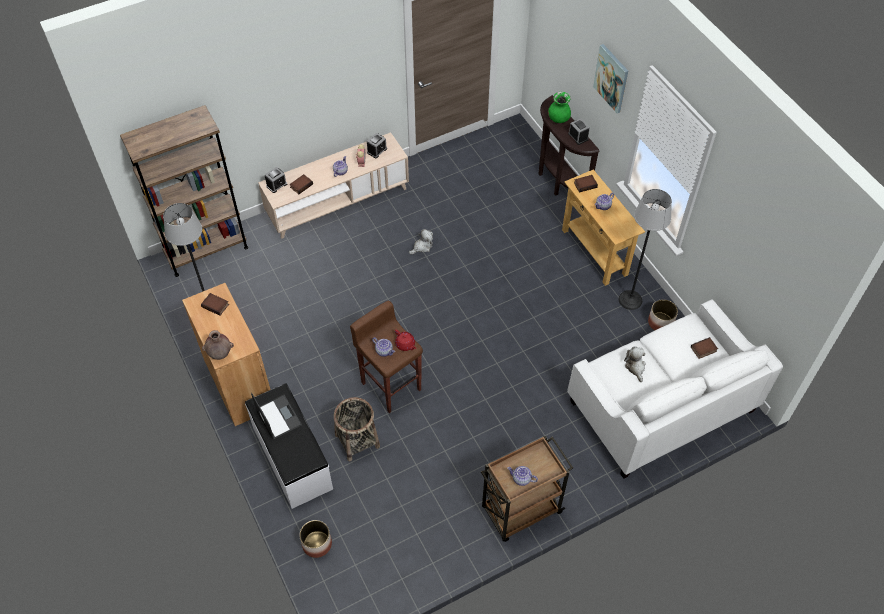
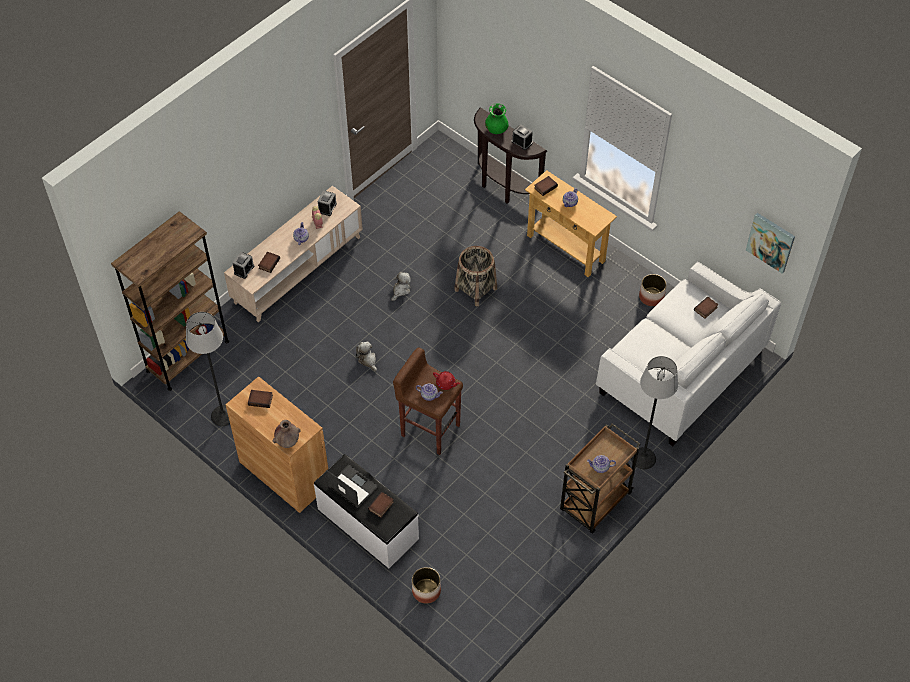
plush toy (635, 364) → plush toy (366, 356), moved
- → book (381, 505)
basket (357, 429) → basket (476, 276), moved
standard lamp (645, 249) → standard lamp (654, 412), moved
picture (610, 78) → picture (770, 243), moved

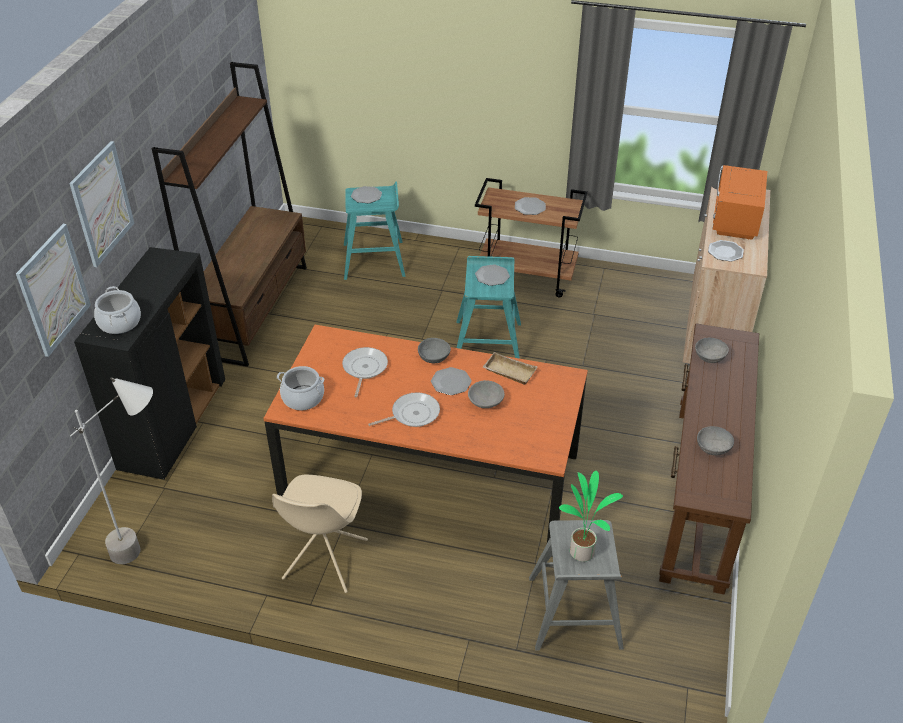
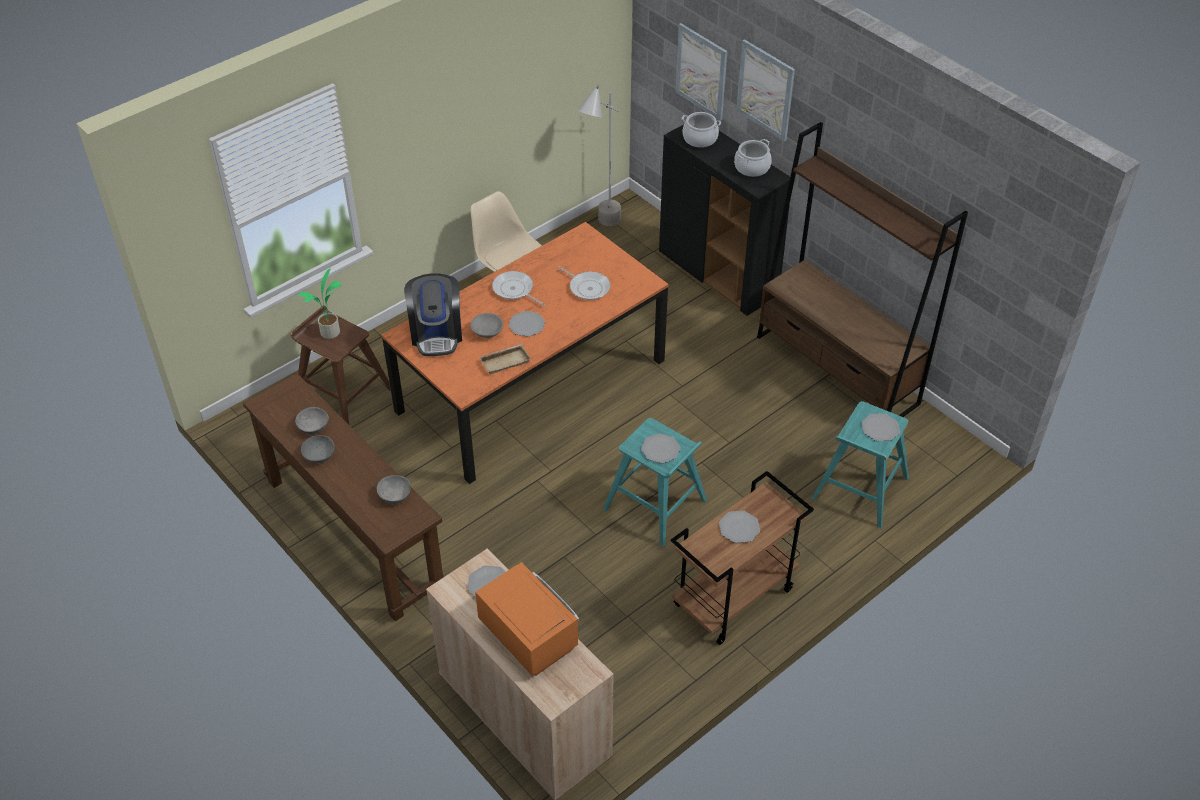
greyish sitting stool (576, 585) → brown-coloured sitting stool (341, 364)
greyish serving bowl (434, 350) → greyish serving bowl (317, 449), moved
- → coffee maker (433, 314)
pan (404, 409) → pan (518, 288), 120 degrees clockwise
stockpot (300, 388) → stockpot (753, 158), moved

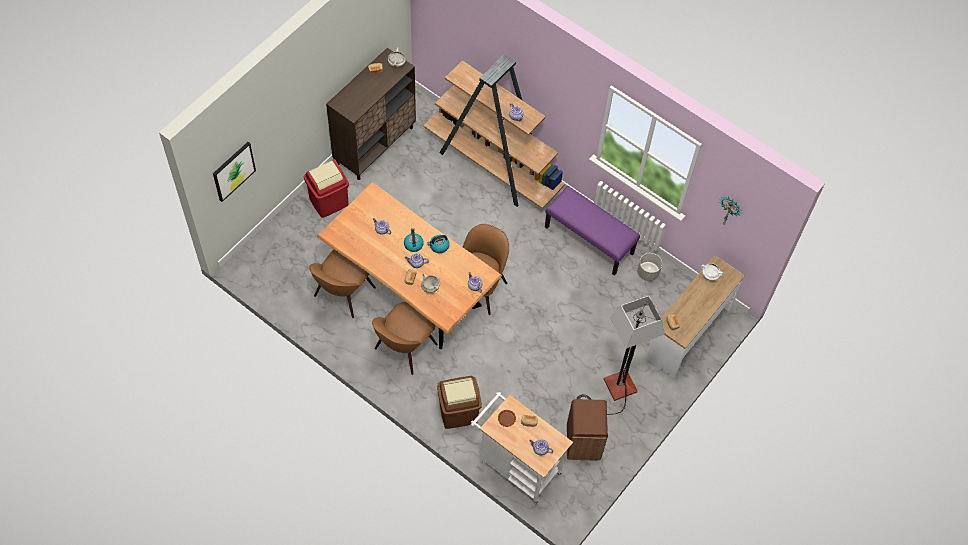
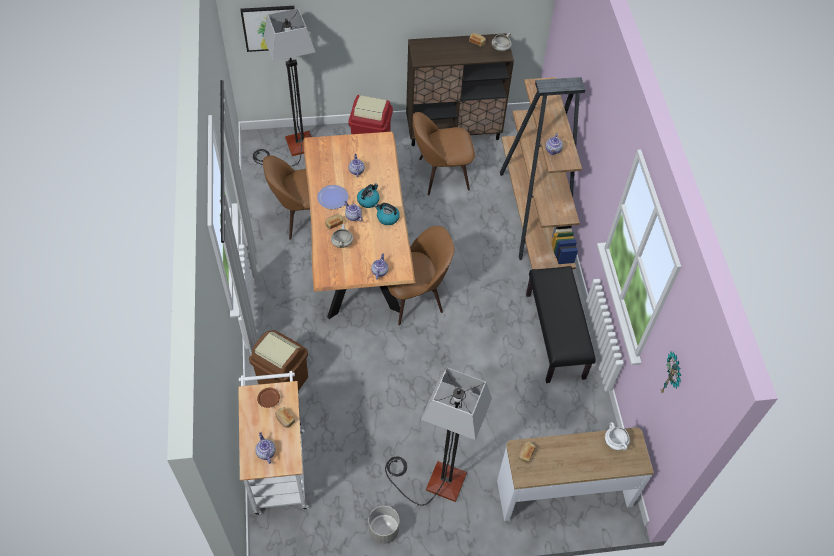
- → standard lamp (284, 87)
- → dinner plate (333, 197)
greyish planter (649, 267) → greyish planter (383, 525), moved
brown-coloured plain chair (405, 338) → brown-coloured plain chair (444, 153), moved
purple-coloured bench (592, 231) → black-coloured bench (561, 324)
brown-coloured rubbish bin (587, 429) → -

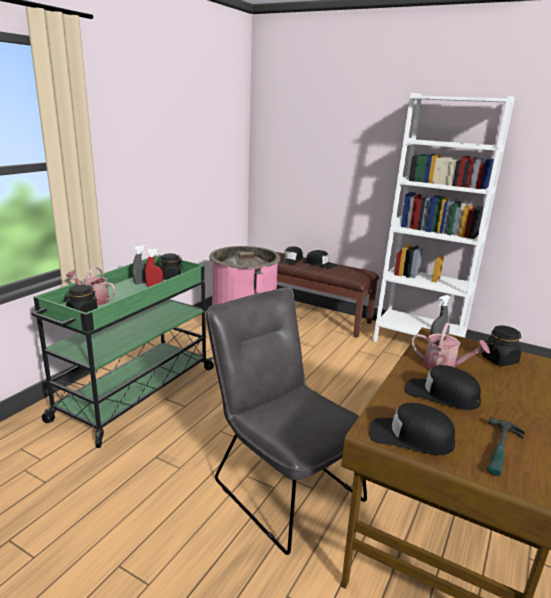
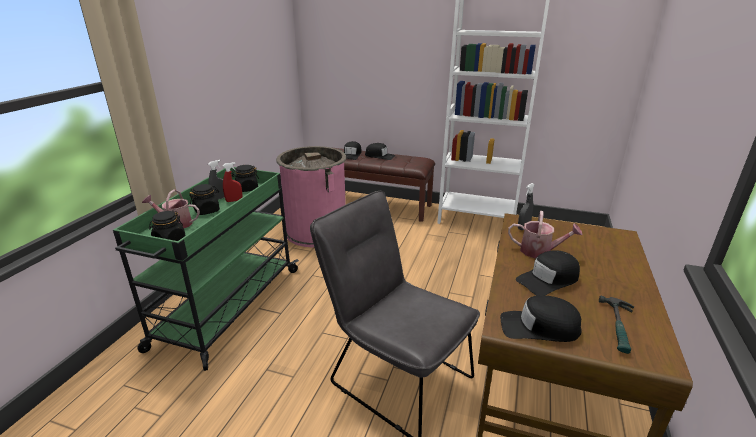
black-coloured jar (501, 345) → black-coloured jar (204, 199), moved
black-coloured cap (443, 387) → black-coloured cap (548, 273), 45 degrees counterclockwise

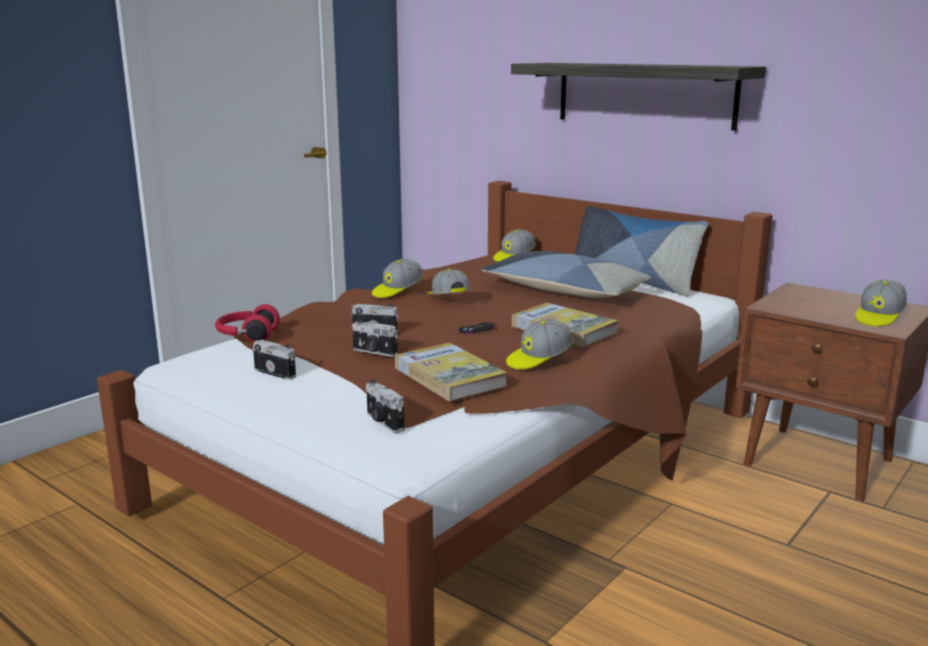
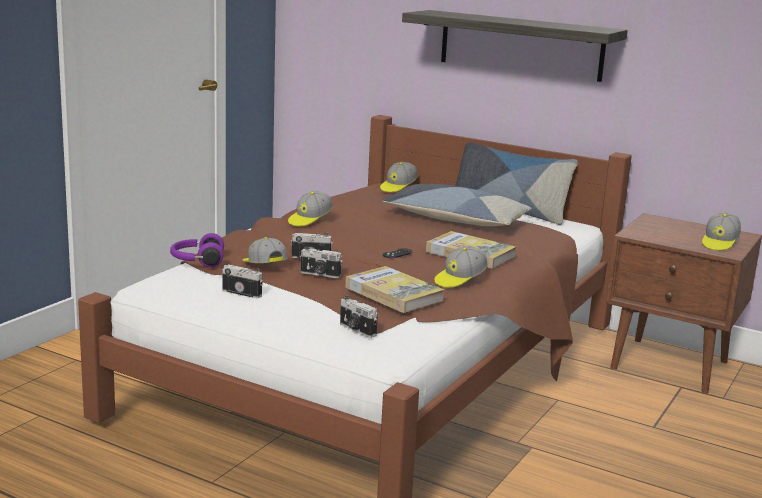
red pair of headphones (247, 323) → purple-coloured pair of headphones (197, 250)
cap (448, 281) → cap (265, 250), moved

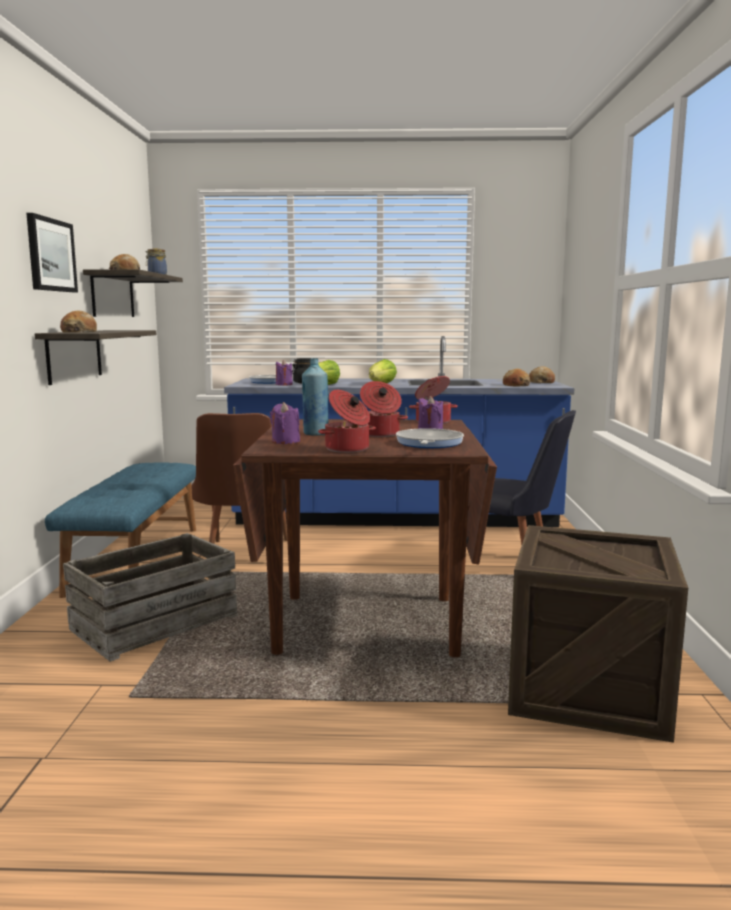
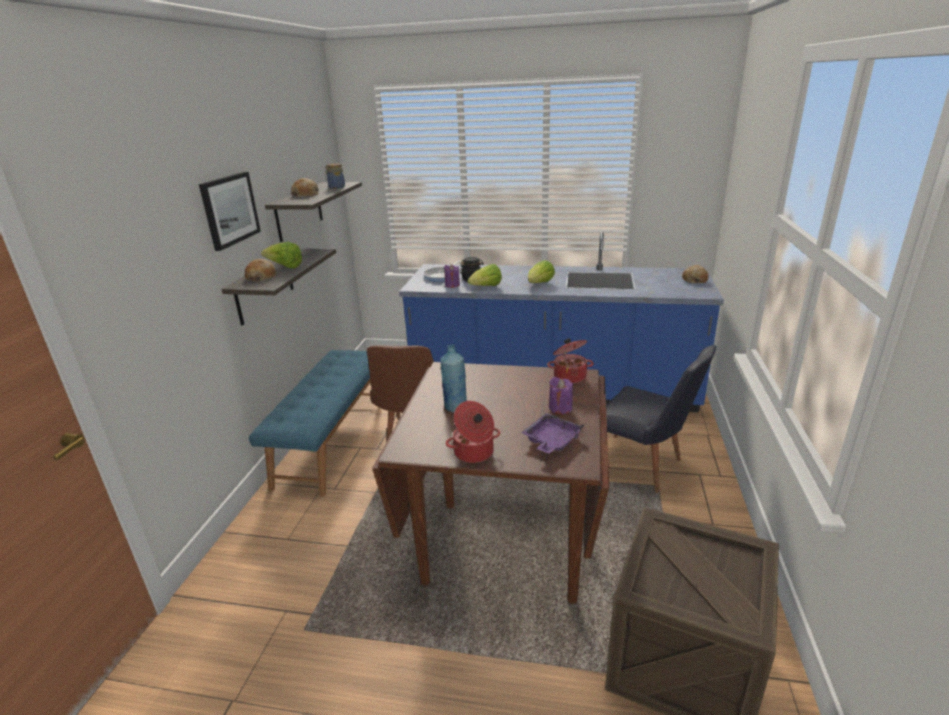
- → lettuce head (281, 255)
pan (430, 438) → purple-coloured carrying tray (553, 433)
packing crate (150, 597) → -
purple-coloured candle (285, 423) → -
stockpot (384, 409) → -
bakery bread (516, 377) → -

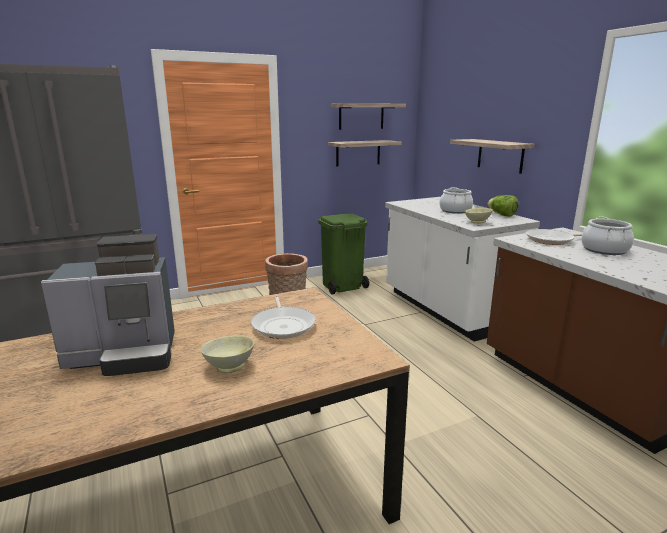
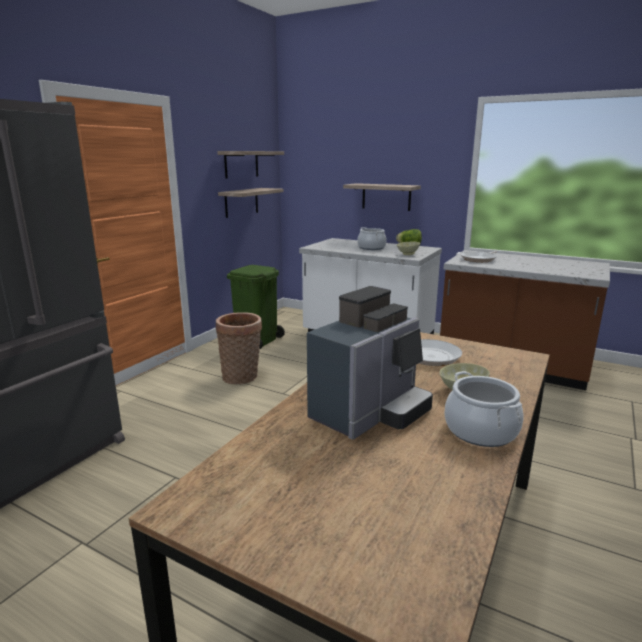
stockpot (608, 236) → stockpot (484, 409), moved

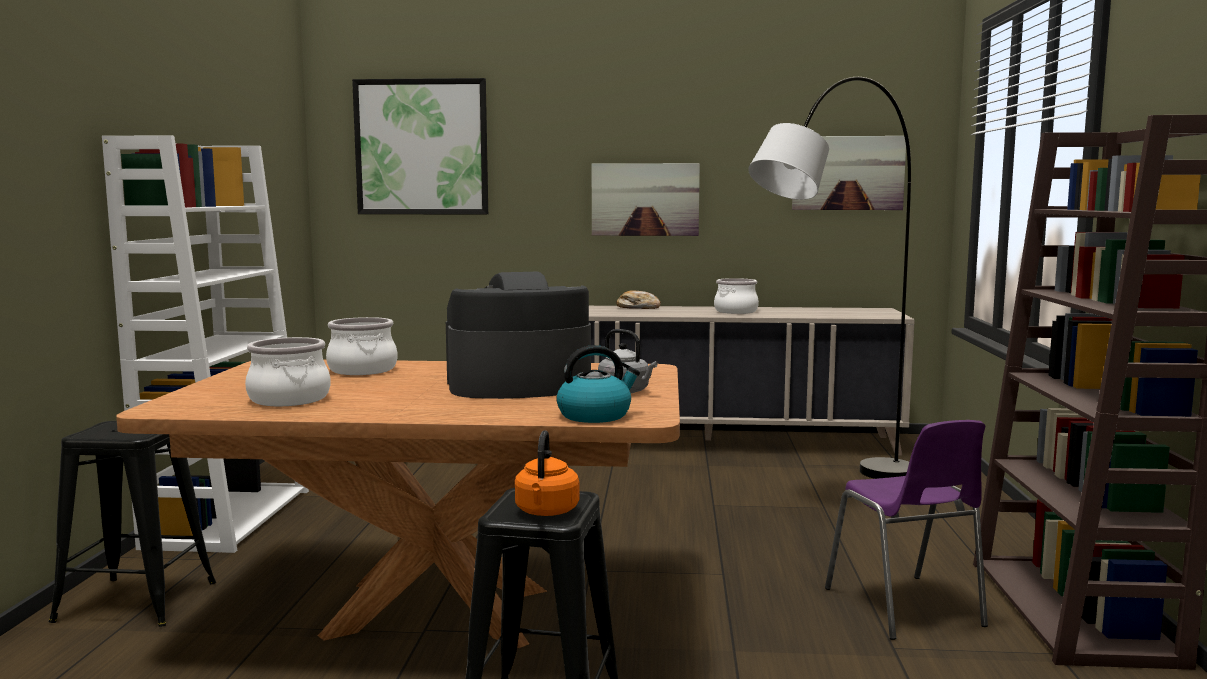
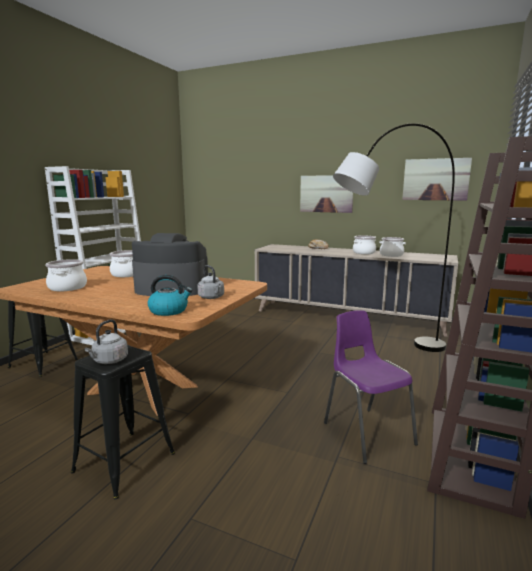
orange tea kettle (547, 473) → greyish tea kettle (106, 341)
purple-coloured plain chair (906, 530) → purple-coloured plain chair (371, 387), 150 degrees clockwise
- → stockpot (392, 247)
picture (420, 146) → -

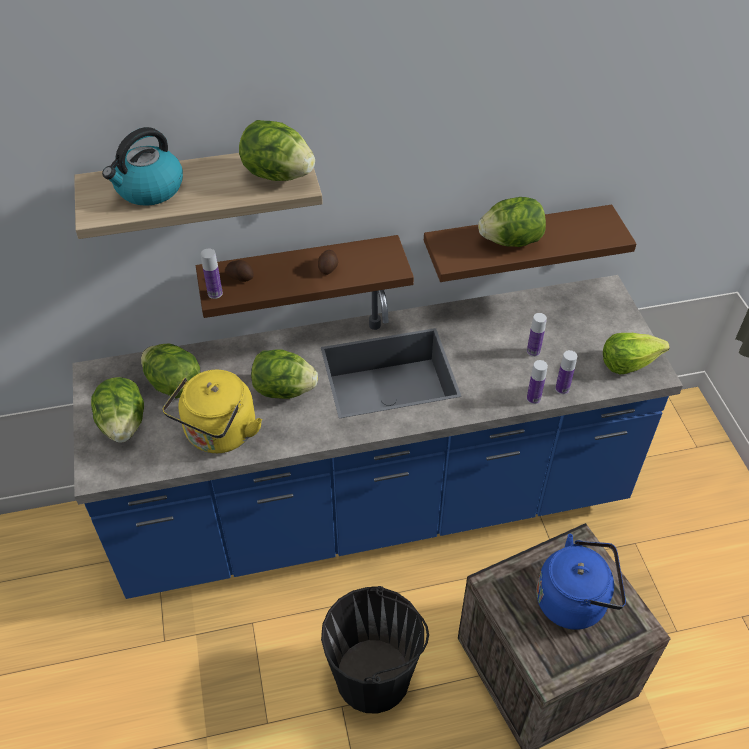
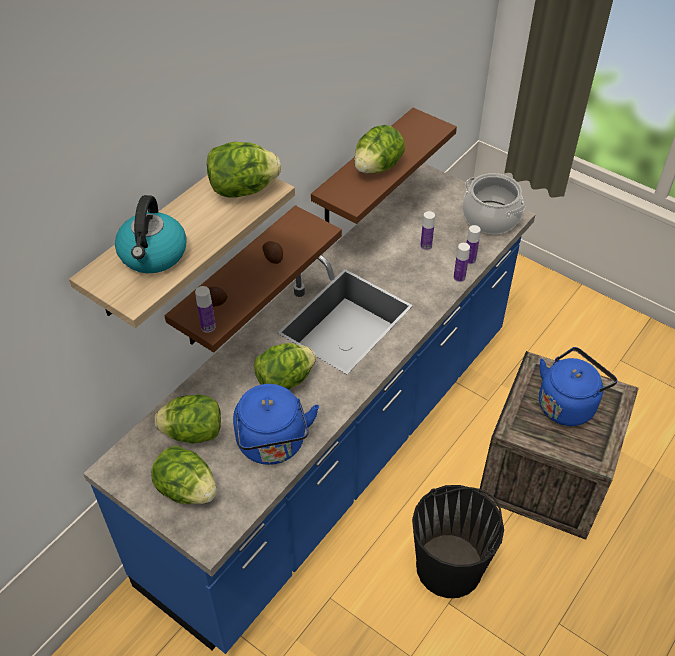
yellow-coloured tea kettle (212, 411) → blue tea kettle (276, 424)
lettuce head (636, 354) → stockpot (493, 203)

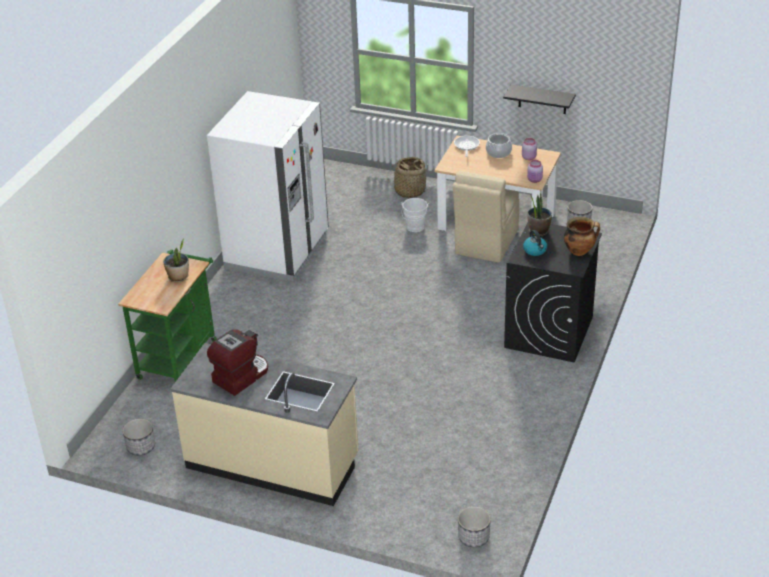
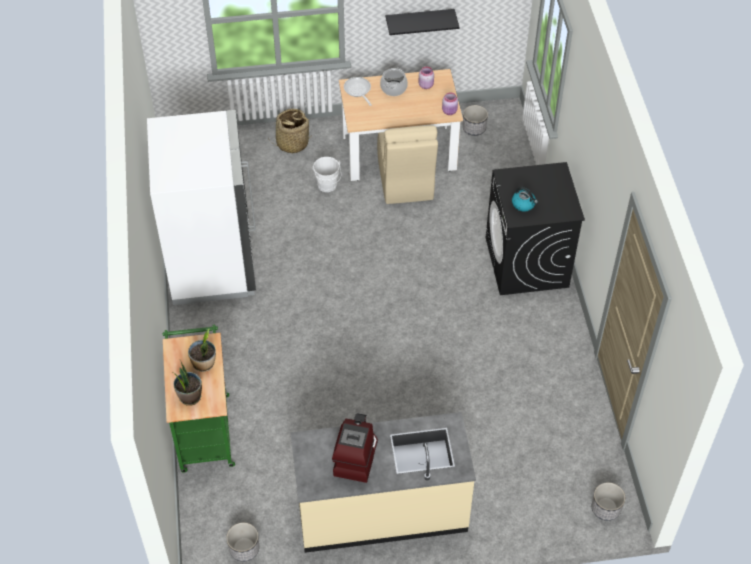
plant in a pot (539, 213) → plant in a pot (187, 383), moved
stockpot (582, 236) → -

